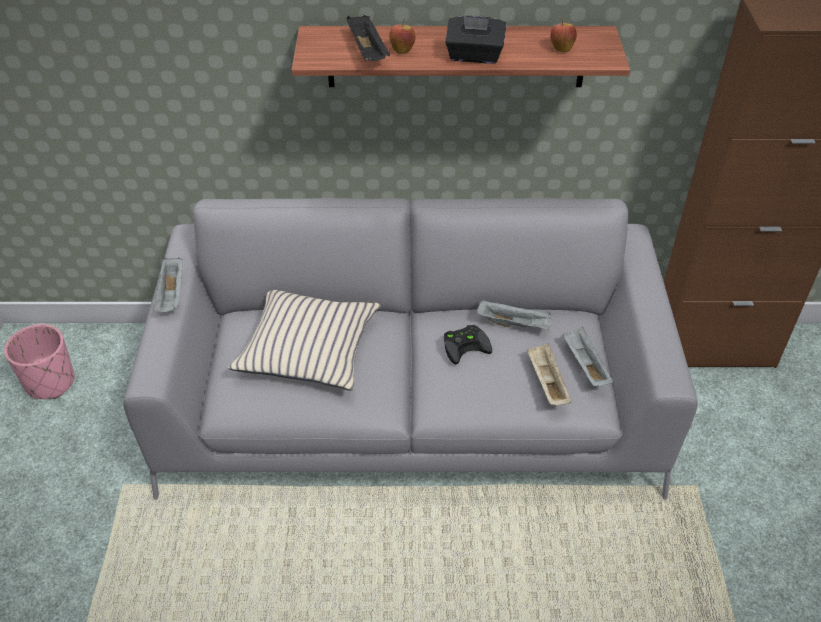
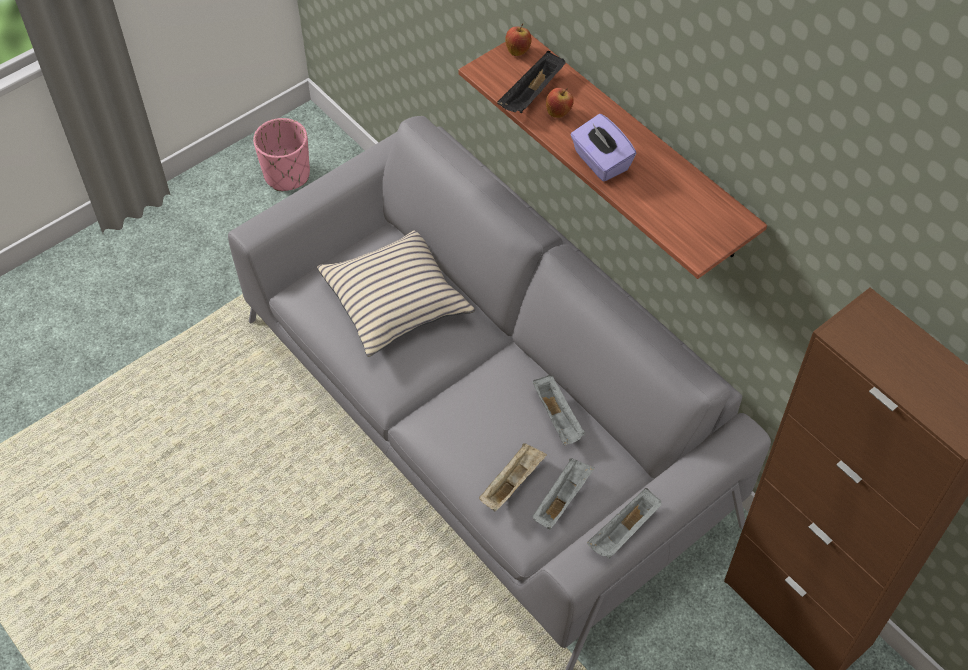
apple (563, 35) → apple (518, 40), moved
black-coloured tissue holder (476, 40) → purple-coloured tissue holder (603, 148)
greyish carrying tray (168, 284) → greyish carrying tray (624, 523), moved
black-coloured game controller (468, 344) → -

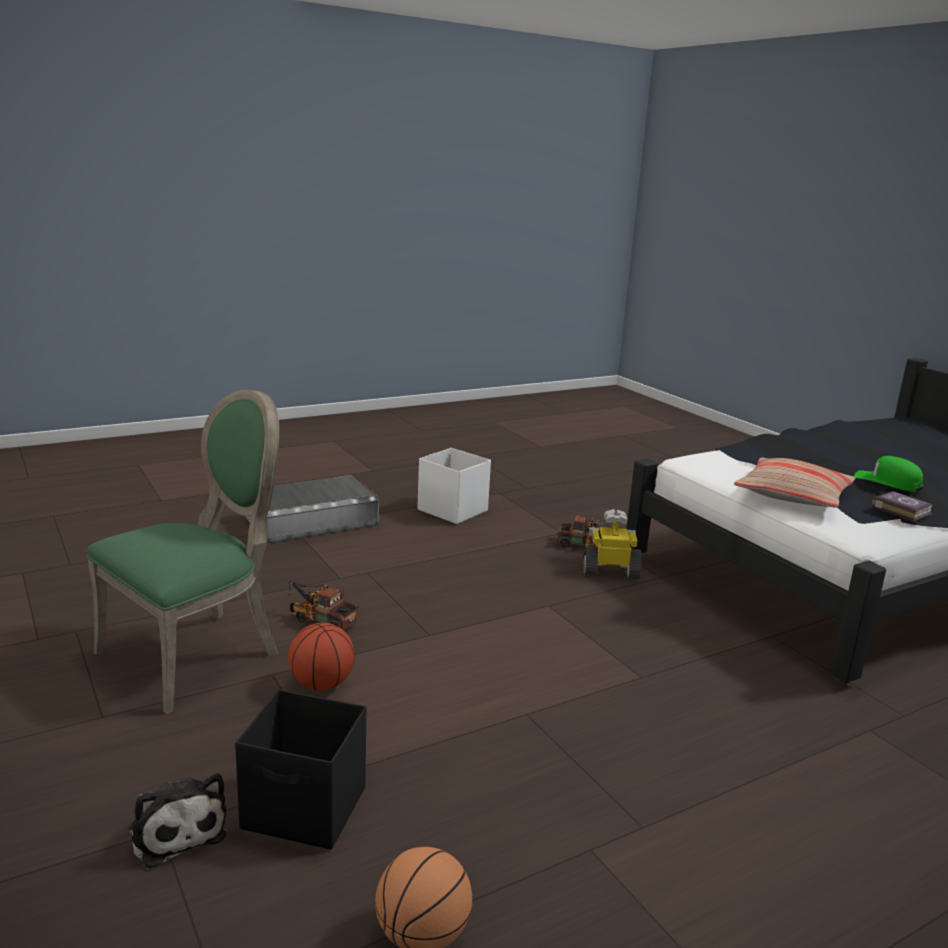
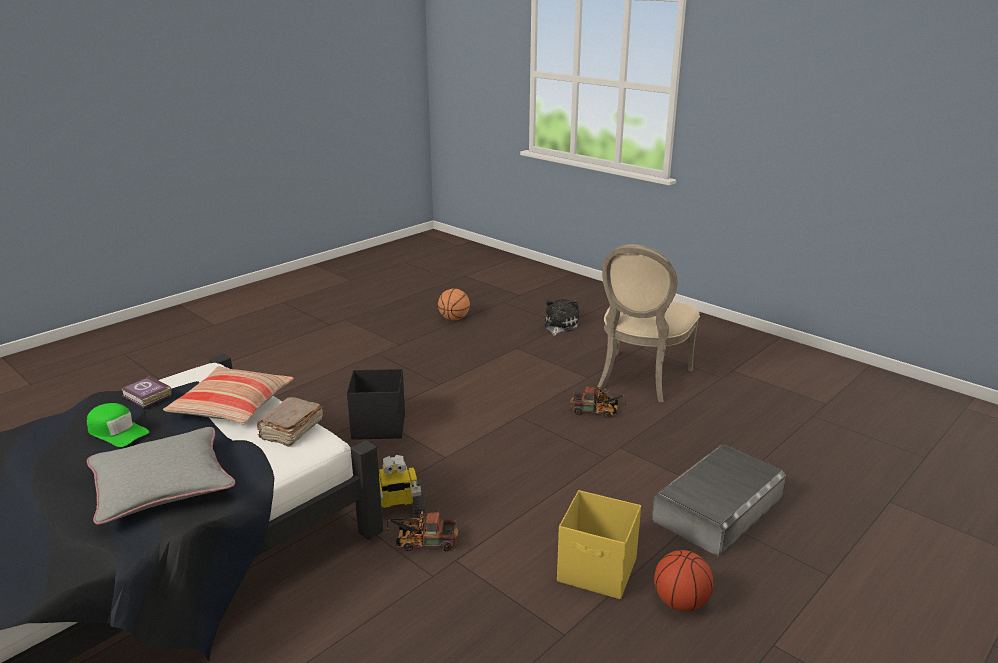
- → greyish throw pillow (161, 476)
- → brown-coloured book (290, 422)
black-coloured storage bin (300, 769) → black-coloured storage bin (376, 404), moved
plush toy (178, 820) → plush toy (561, 317), 75 degrees clockwise
whitish storage bin (454, 486) → yellow-coloured storage bin (599, 544)
green-coloured plain chair (183, 552) → sand-coloured plain chair (648, 323)
basketball (321, 656) → basketball (683, 580), moved

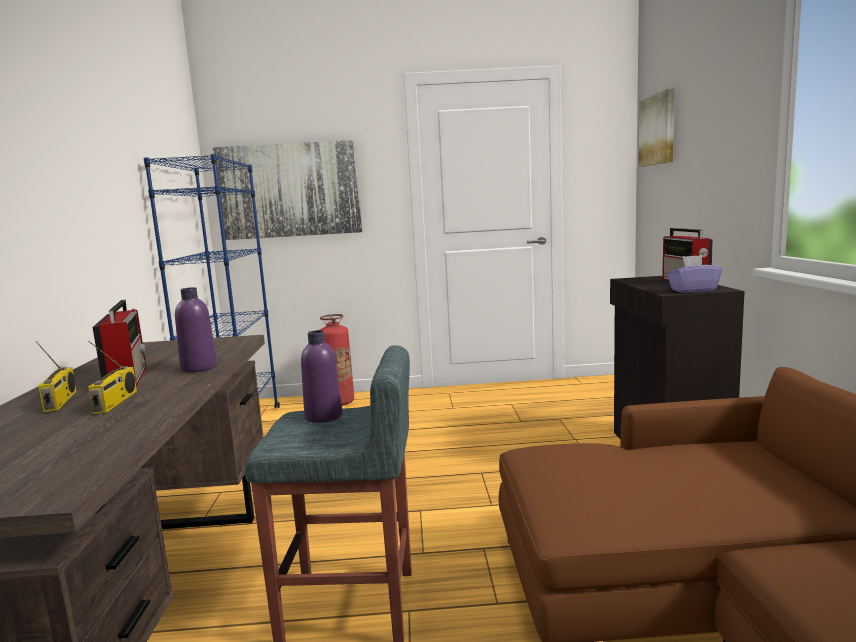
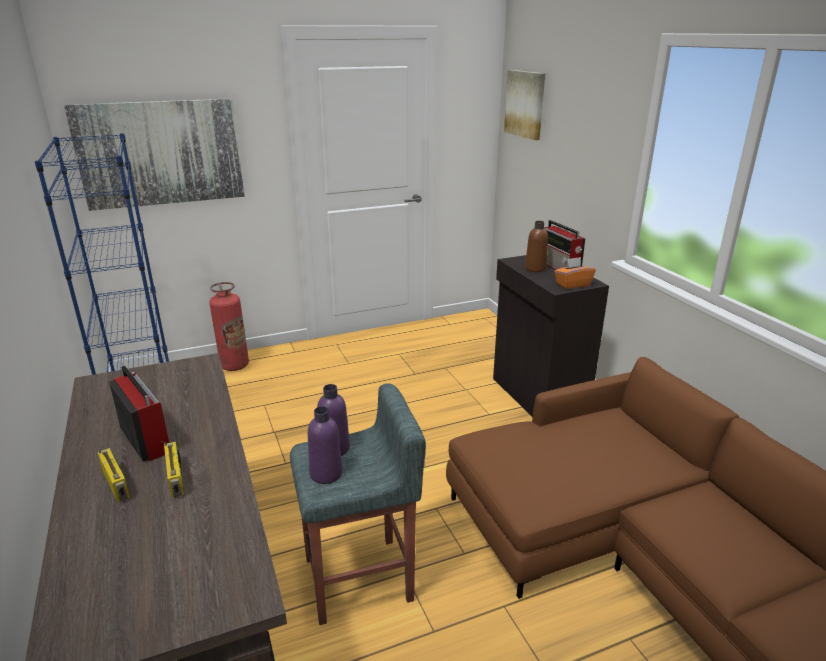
purple-coloured beverage bottle (196, 330) → purple-coloured beverage bottle (325, 445), moved
- → brown-coloured beverage bottle (536, 246)
purple-coloured tissue holder (694, 274) → orange tissue holder (575, 273)

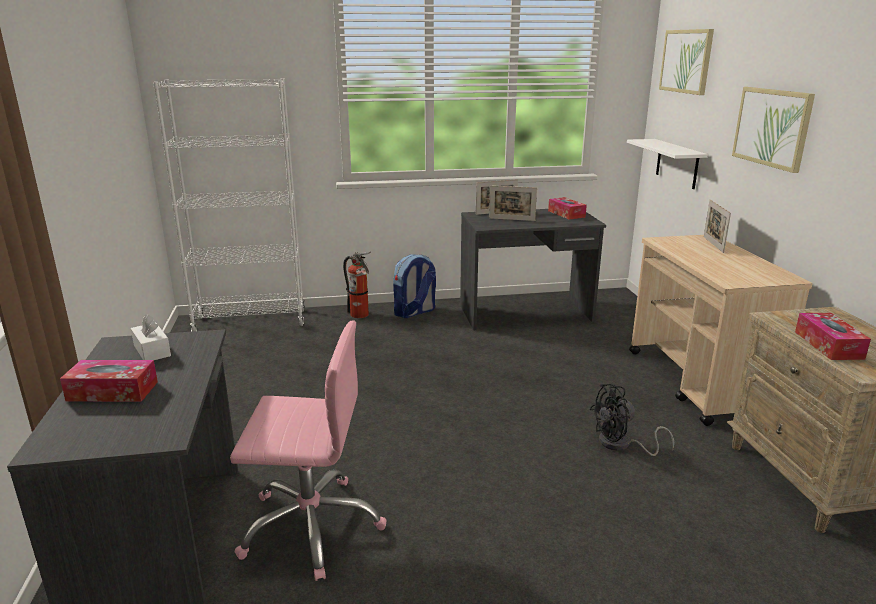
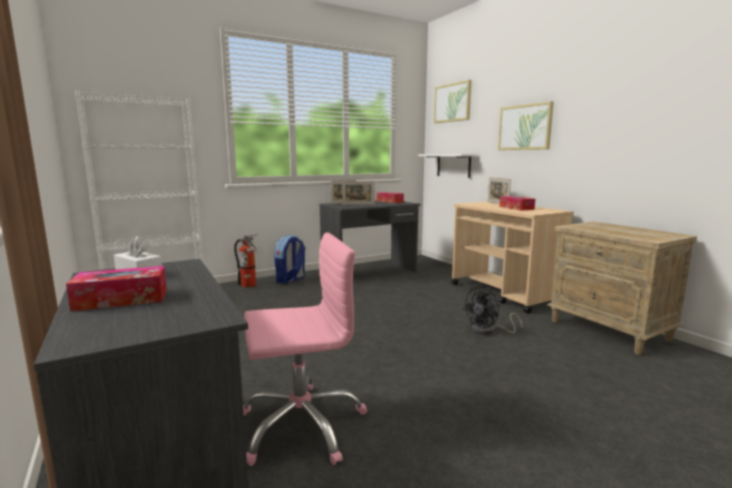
tissue holder (833, 336) → tissue holder (517, 203), moved

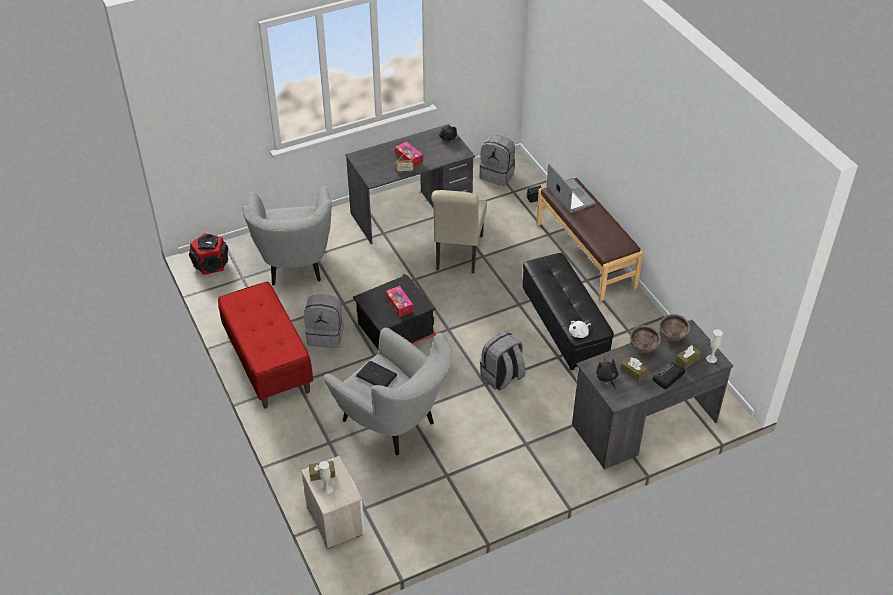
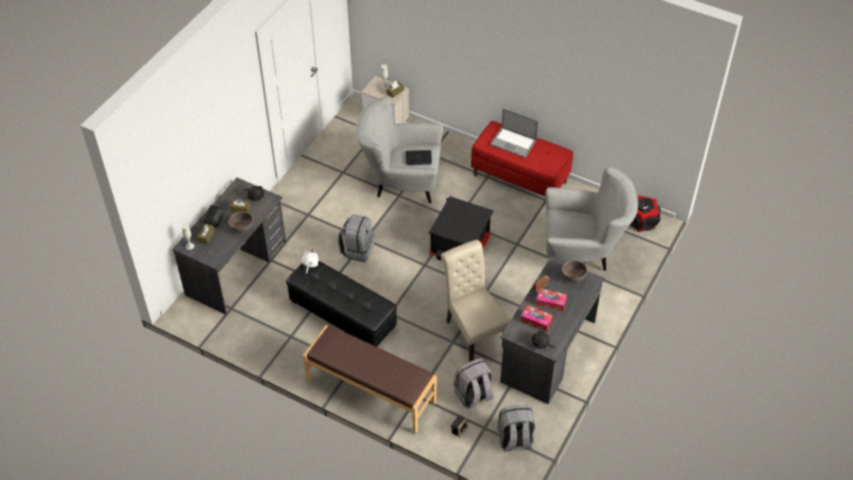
greyish backpack (324, 321) → greyish backpack (474, 383), moved
portable computer (571, 188) → portable computer (514, 133), moved
tissue holder (399, 301) → tissue holder (536, 318), moved
greyish easy chair (287, 236) → greyish easy chair (592, 218), 135 degrees clockwise
brown-coloured serving bowl (675, 327) → brown-coloured serving bowl (575, 271), moved

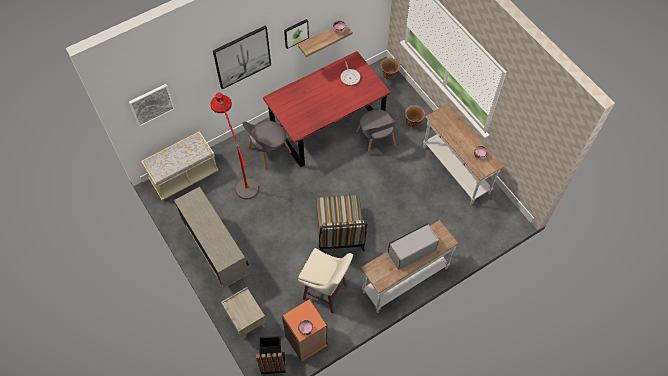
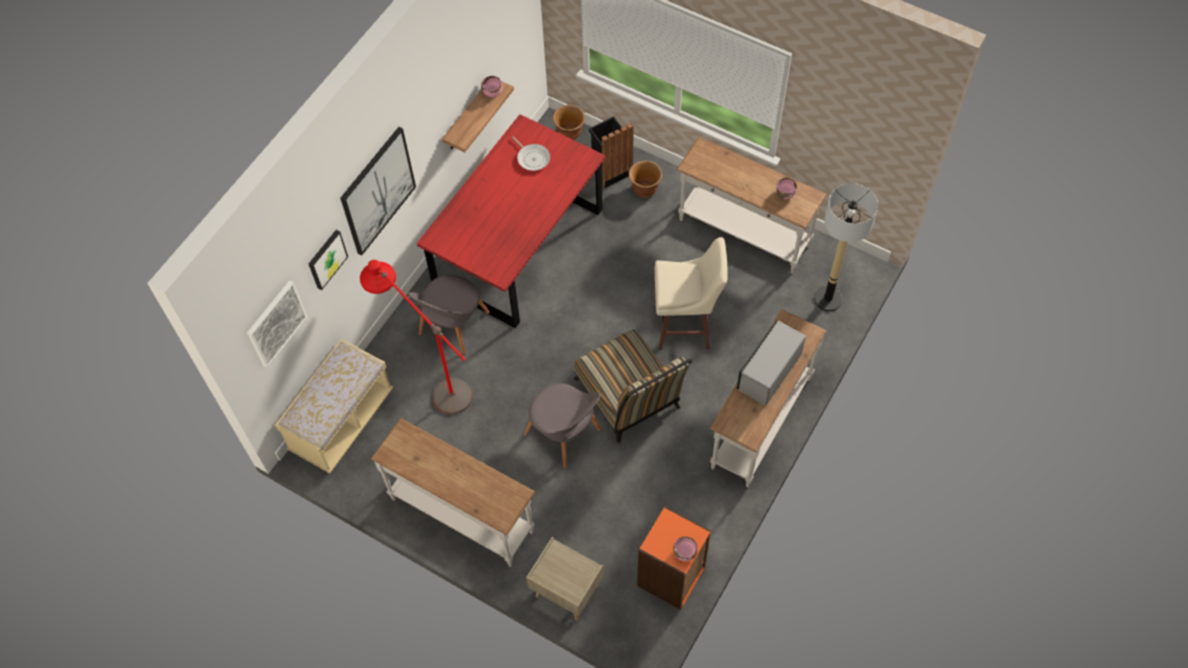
picture (296, 34) → picture (328, 260), moved
sand-coloured cupboard (211, 237) → whitish hall table (453, 492)
greyish plain chair (377, 132) → greyish plain chair (562, 425), moved
black-coloured rubbish bin (270, 355) → black-coloured rubbish bin (611, 152), moved
sand-coloured sitting stool (325, 280) → sand-coloured sitting stool (691, 293), moved
- → standard lamp (846, 247)

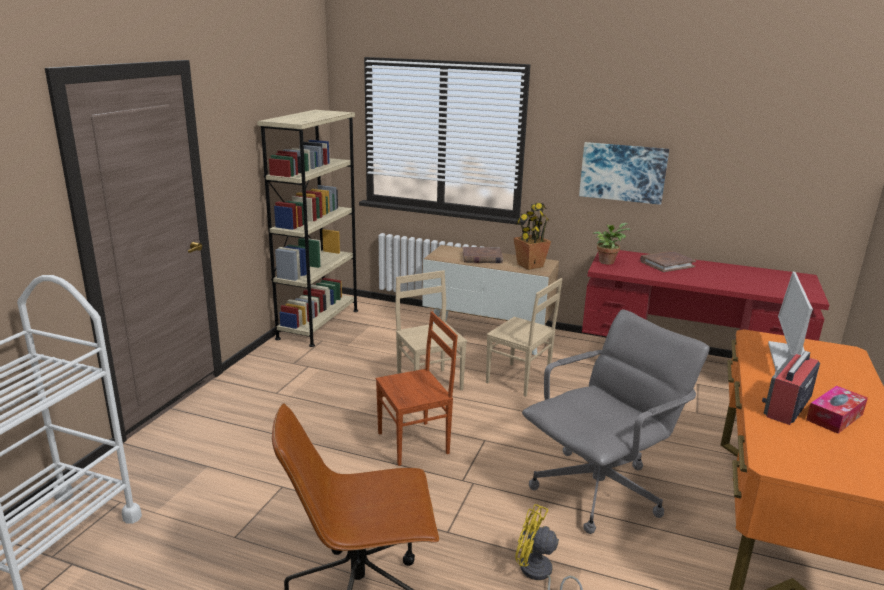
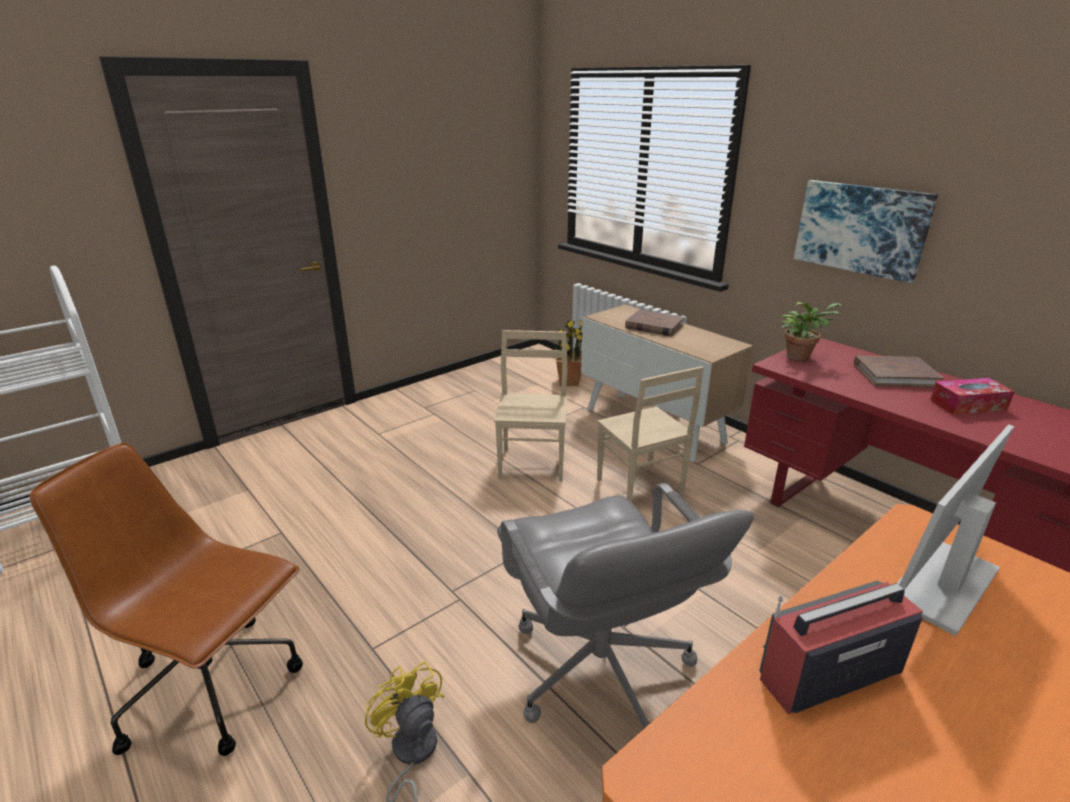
greyish computer chair (616, 421) → greyish computer chair (625, 606), 75 degrees clockwise
plant in a pot (532, 236) → plant in a pot (568, 353), moved
tissue holder (837, 409) → tissue holder (972, 396), moved
sand-coloured bookcase (307, 228) → -
brown-coloured plain chair (417, 388) → -

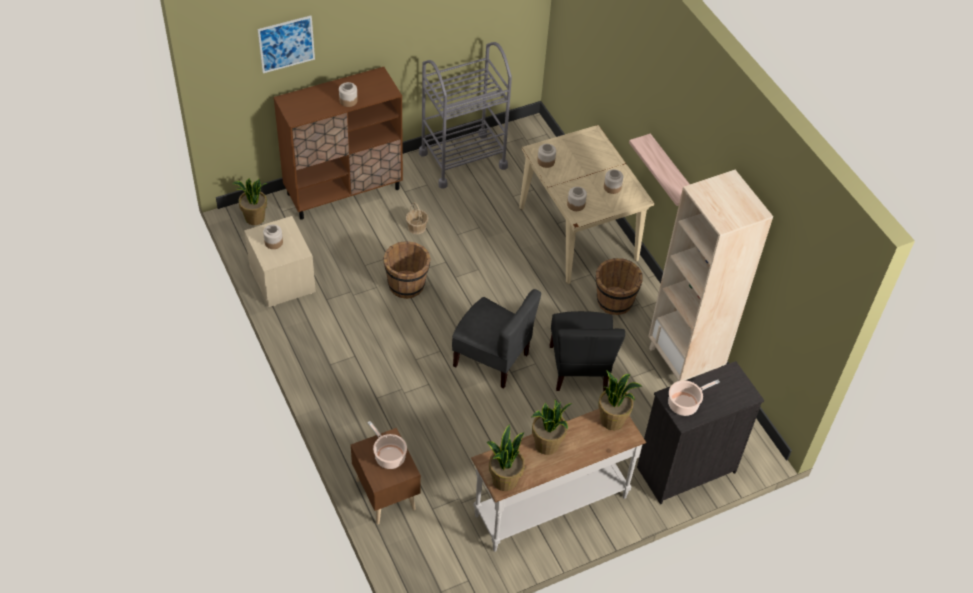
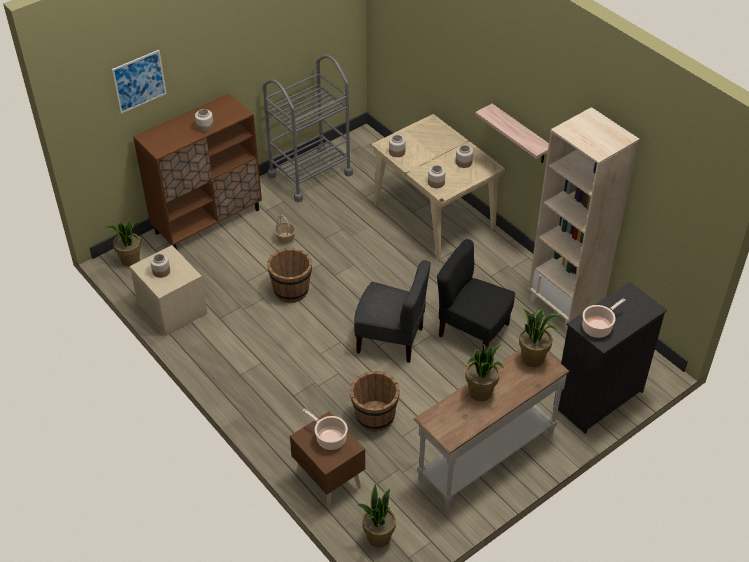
brown-coloured pail (619, 286) → brown-coloured pail (375, 401), moved
plant in a pot (506, 457) → plant in a pot (377, 516), moved
black-coloured plain chair (587, 351) → black-coloured plain chair (476, 295), 135 degrees clockwise

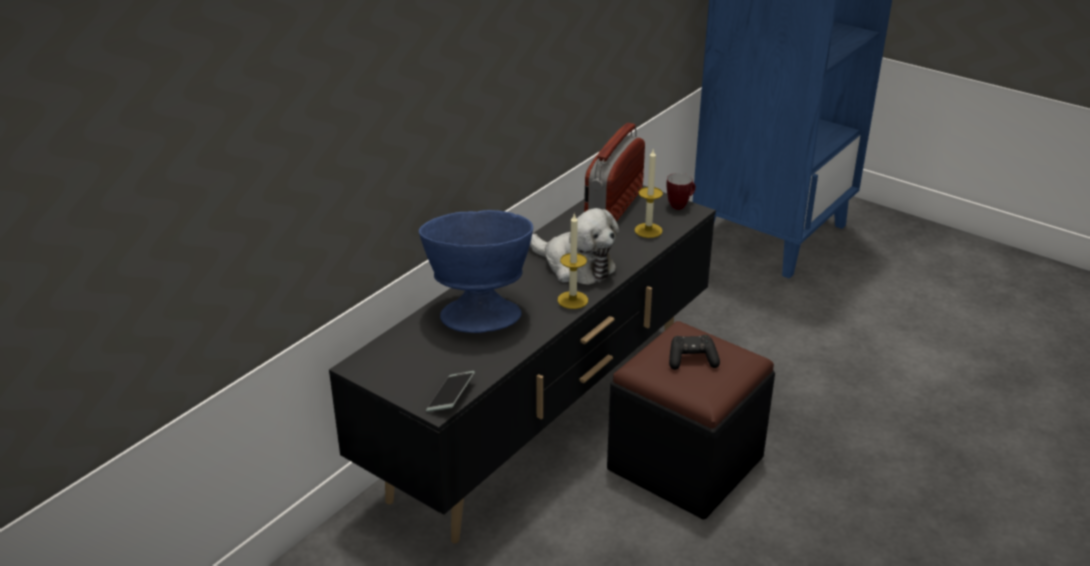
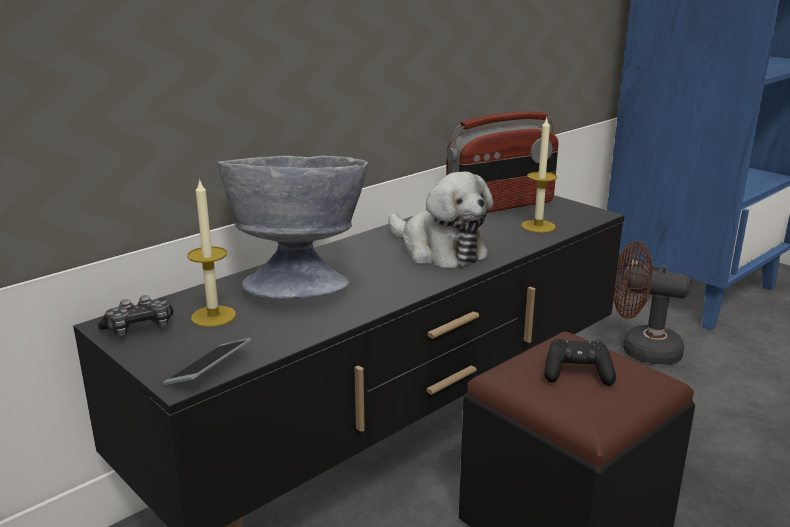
- → game controller (135, 315)
candle (573, 261) → candle (211, 252), moved
blue serving bowl (476, 271) → greyish serving bowl (293, 227)
radio (614, 172) → radio (502, 162), 150 degrees counterclockwise
- → brown-coloured fan (652, 303)
tea mug (681, 191) → -

